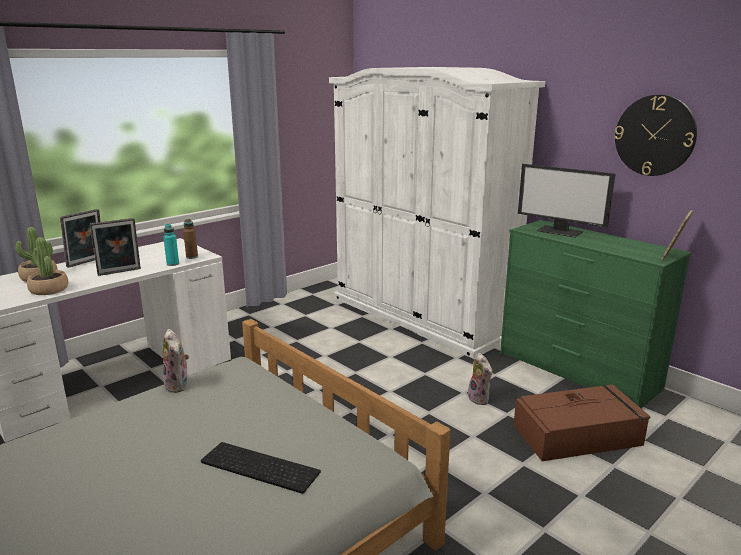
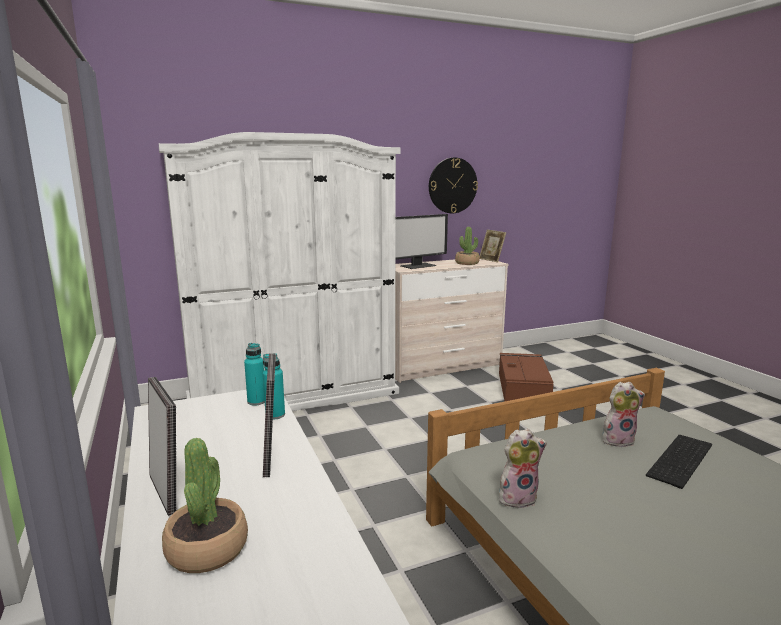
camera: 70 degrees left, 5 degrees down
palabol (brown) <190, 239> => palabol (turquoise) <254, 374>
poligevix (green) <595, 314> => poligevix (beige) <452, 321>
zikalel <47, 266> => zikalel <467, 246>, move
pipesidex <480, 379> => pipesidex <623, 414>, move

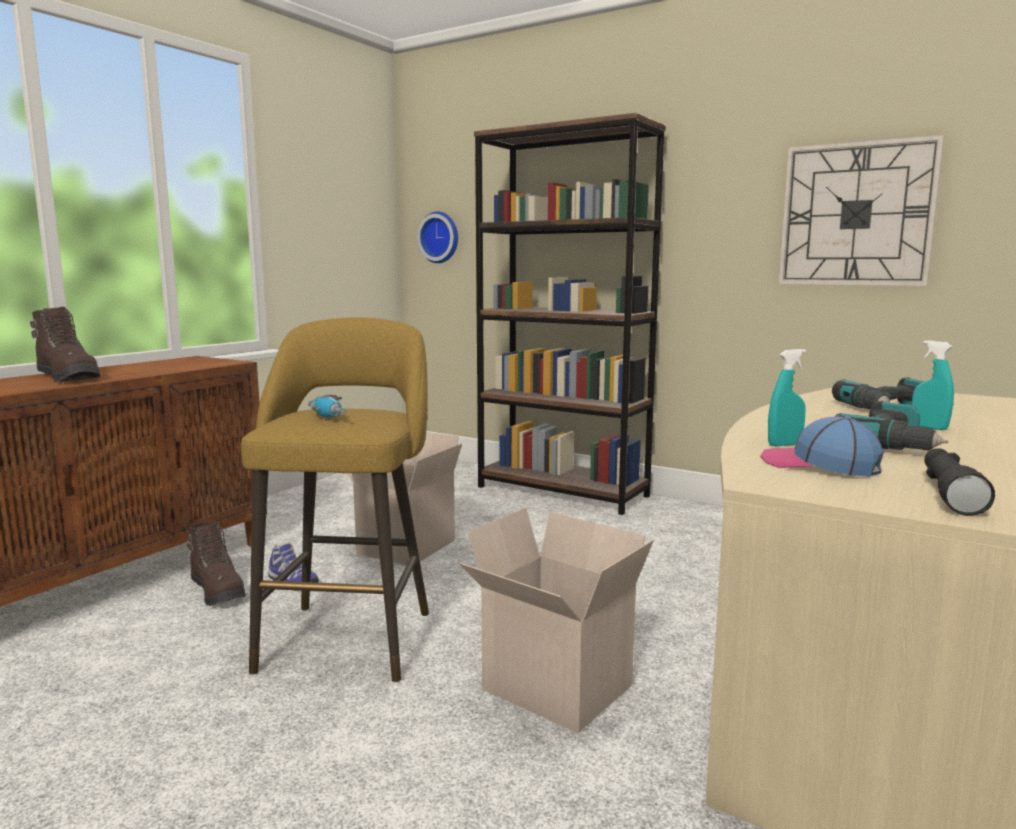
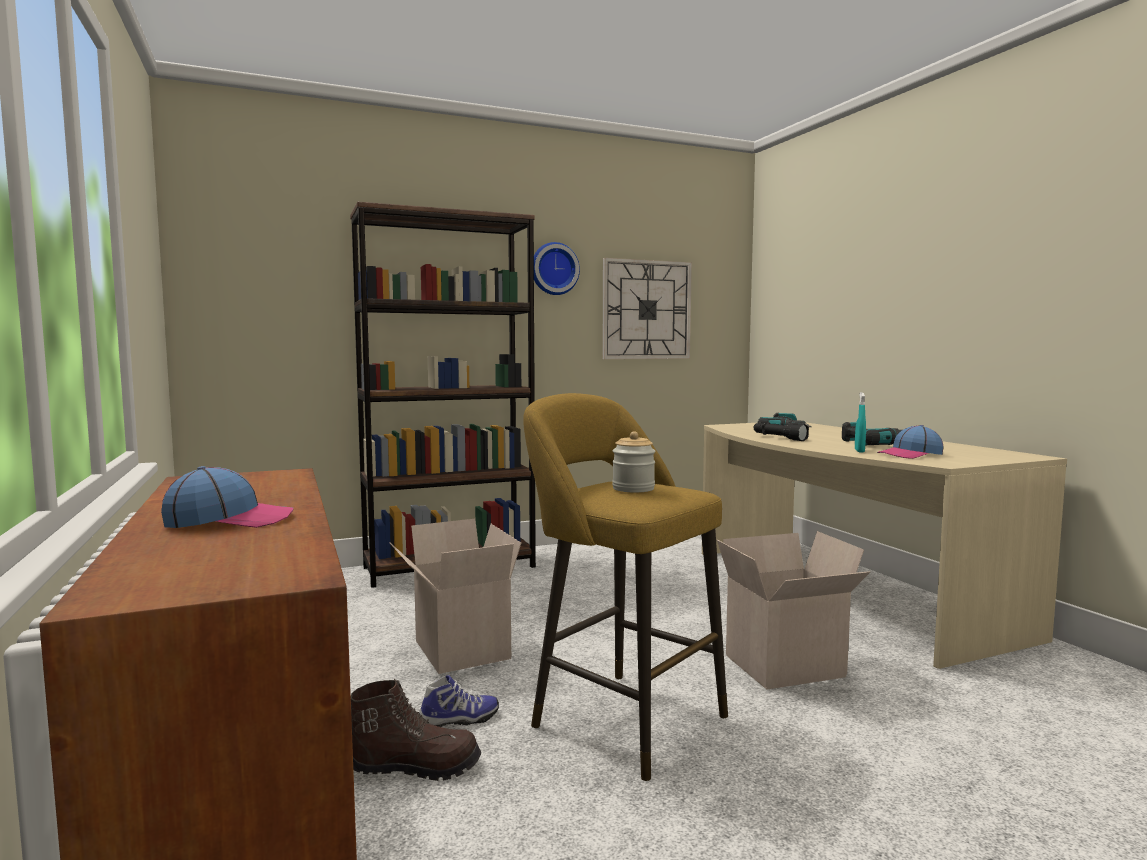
camera: 55 degrees left, 5 degrees down
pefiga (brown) <65, 344> => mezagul <227, 497>
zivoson <437, 237> => zivoson <557, 268>, move
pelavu <327, 406> => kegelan <633, 461>
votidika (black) <959, 482> => votidika (black) <781, 431>, move
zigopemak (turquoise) <933, 385> => nothing

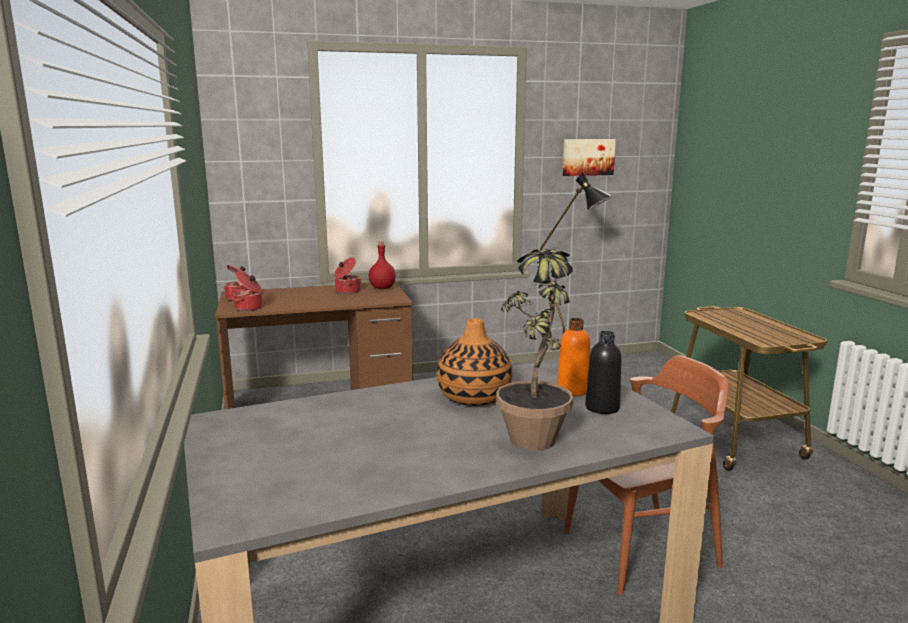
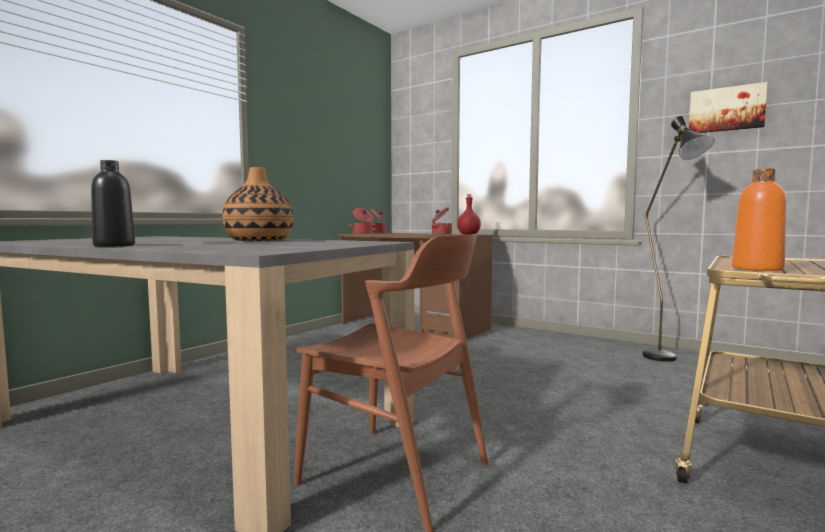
camera: 50 degrees right, 10 degrees down
palabol (black) <603, 372> => palabol (black) <113, 203>, move
palabol (orange) <573, 357> => palabol (orange) <759, 219>, move
zikalel <534, 348> => nothing

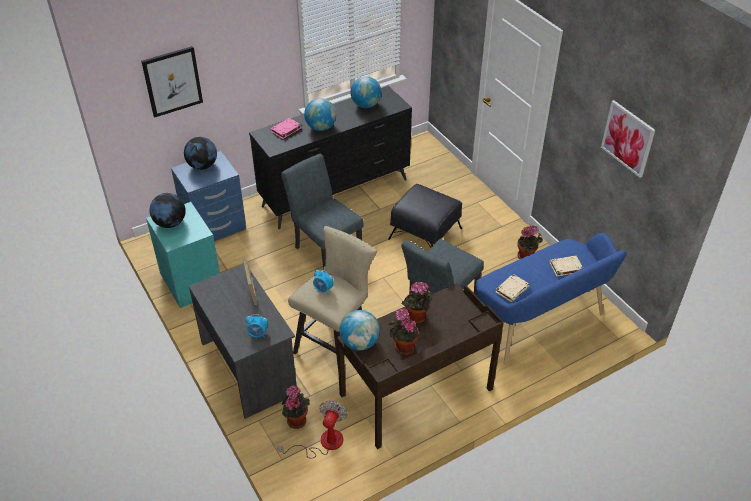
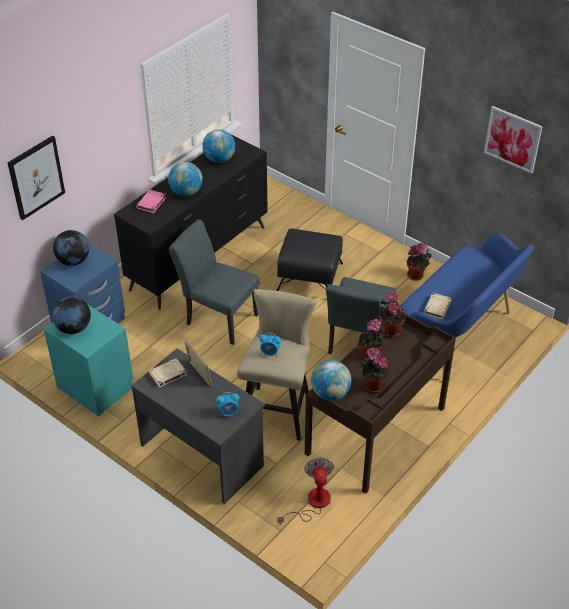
camera: 20 degrees left, 0 degrees up
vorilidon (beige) <566, 266> => vorilidon (beige) <168, 373>, move
zikalel <296, 407> => zikalel <392, 314>, move

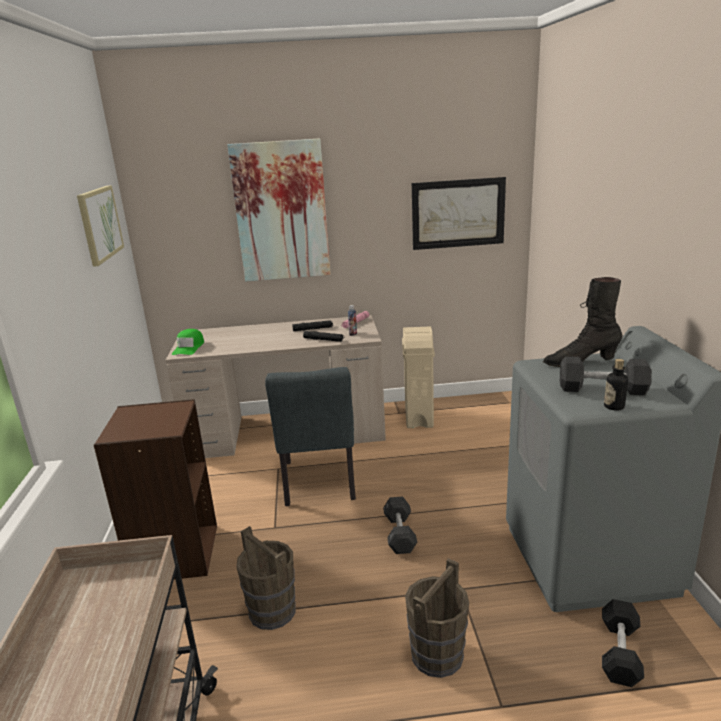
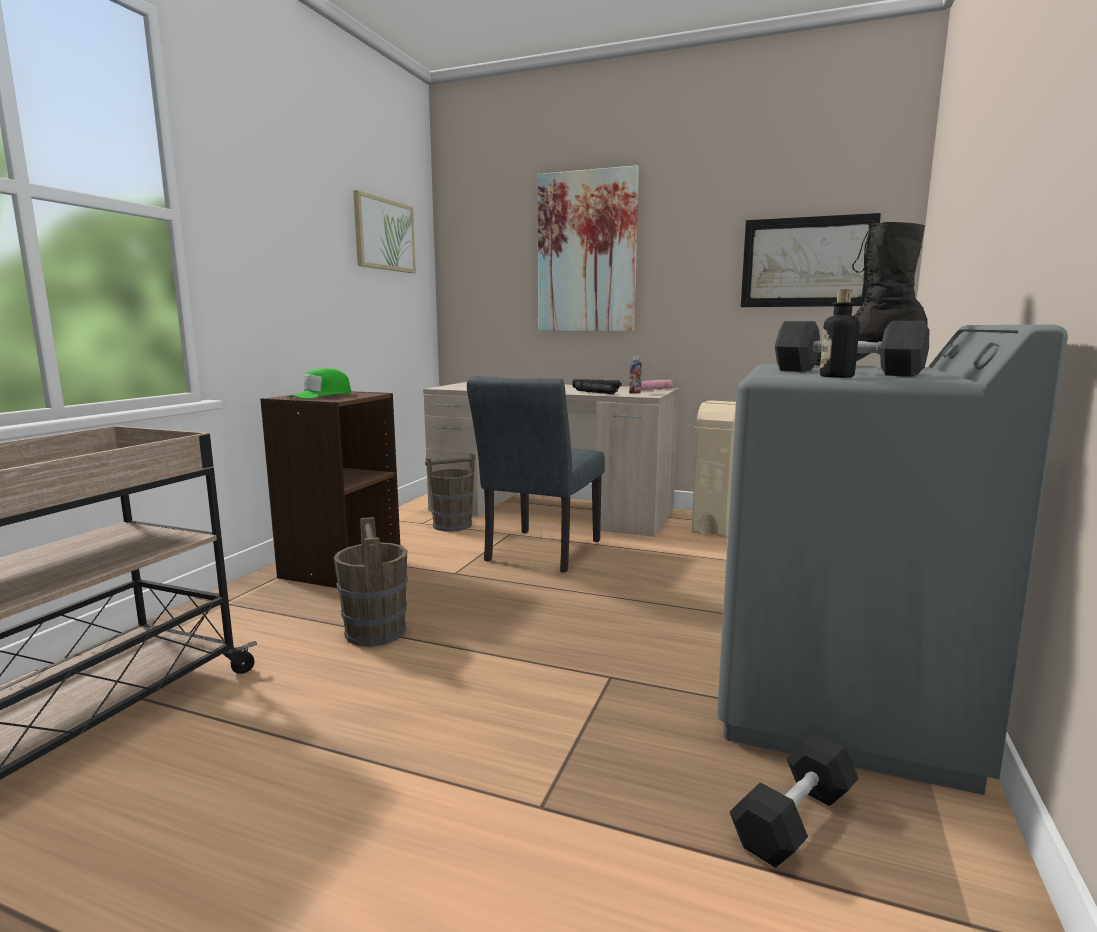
camera: 25 degrees right, 10 degrees down
mezagul (green) <188, 342> => mezagul (green) <319, 383>, move
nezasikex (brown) <437, 618> => nezasikex (brown) <450, 492>, move
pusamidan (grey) <400, 525> => nothing

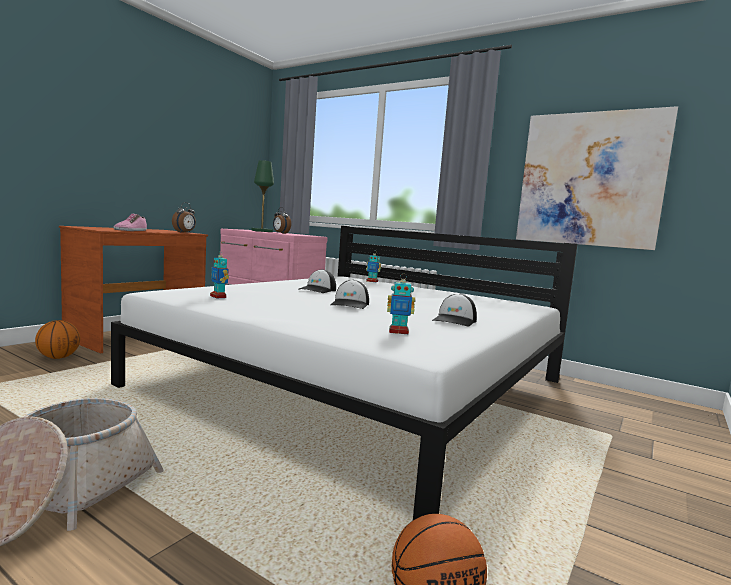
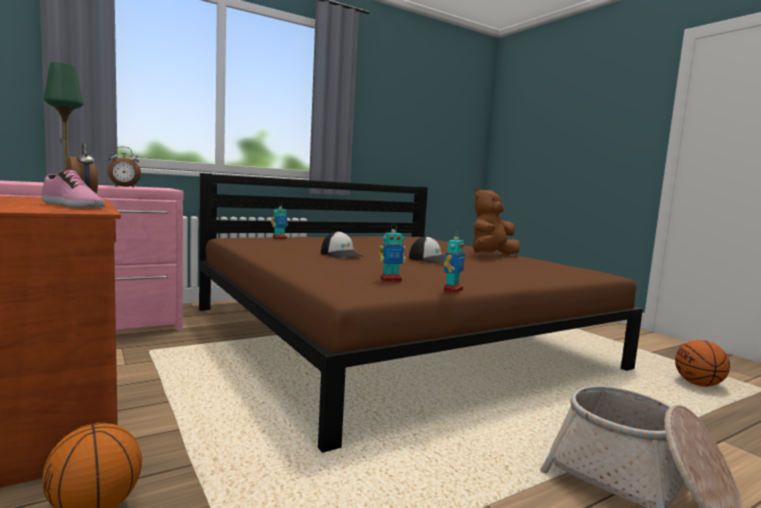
camera: 65 degrees left, 0 degrees up
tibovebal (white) <344, 373> => tibovebal (brown) <421, 313>
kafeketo <401, 304> => kafeketo <454, 262>, move
mezagul <454, 310> => pipesidex (brown) <496, 221>
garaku <597, 178> => nothing

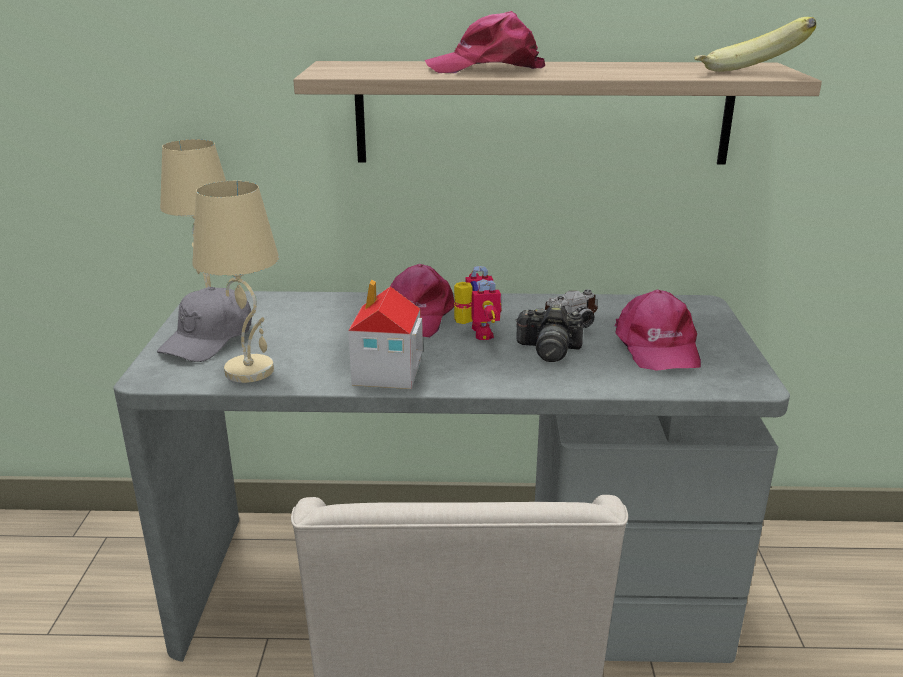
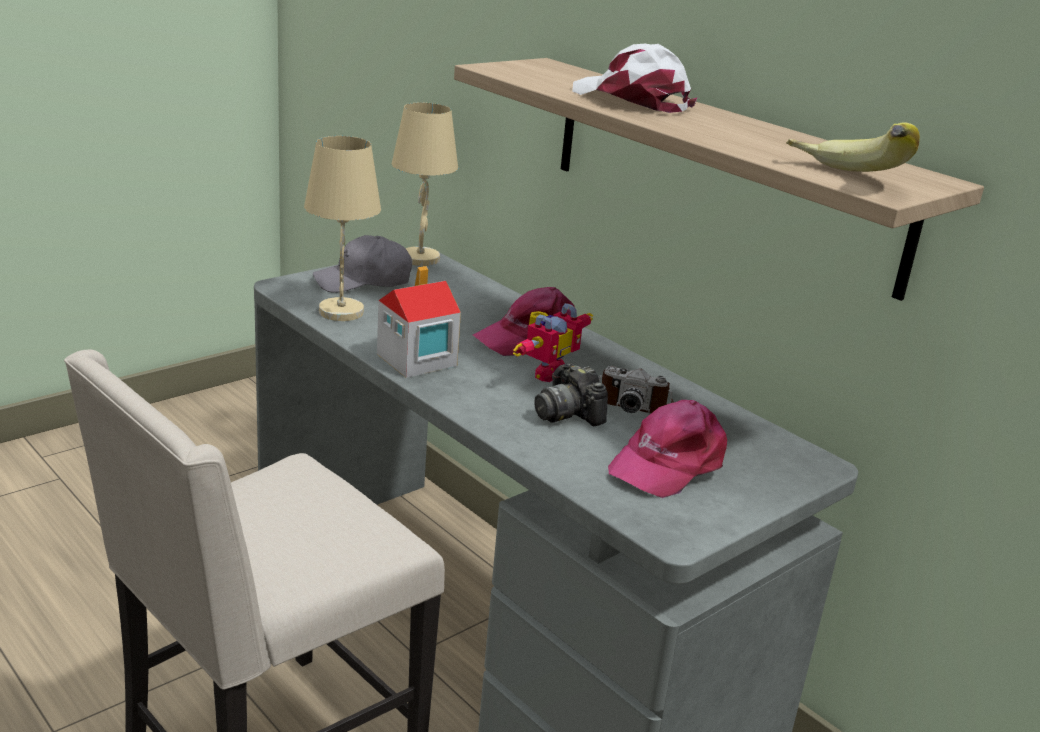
camera: 45 degrees right, 0 degrees up
mezagul (pink) <485, 42> => mezagul (white) <634, 78>

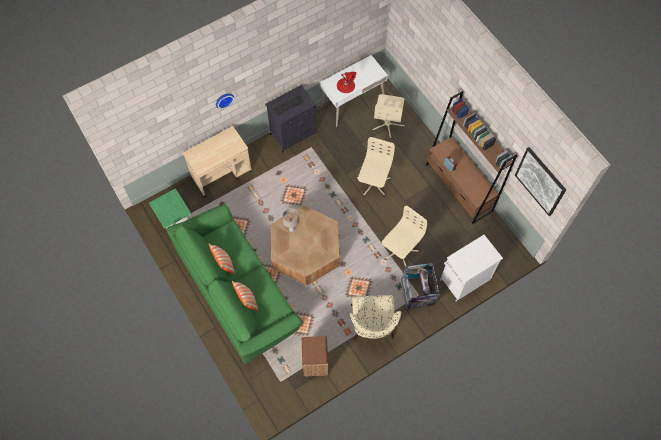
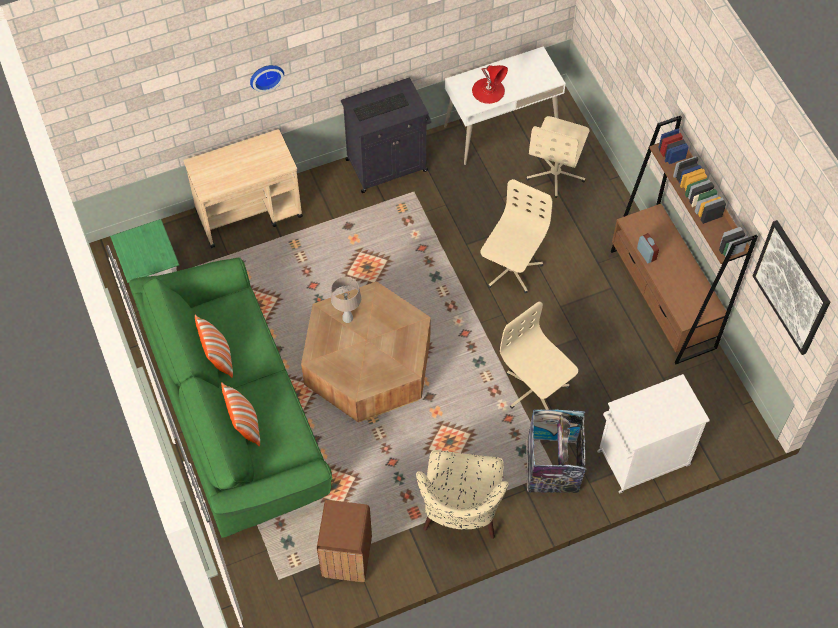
camera: 10 degrees right, 5 degrees down
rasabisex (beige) <405, 236> => rasabisex (beige) <539, 356>, 90 degrees counterclockwise

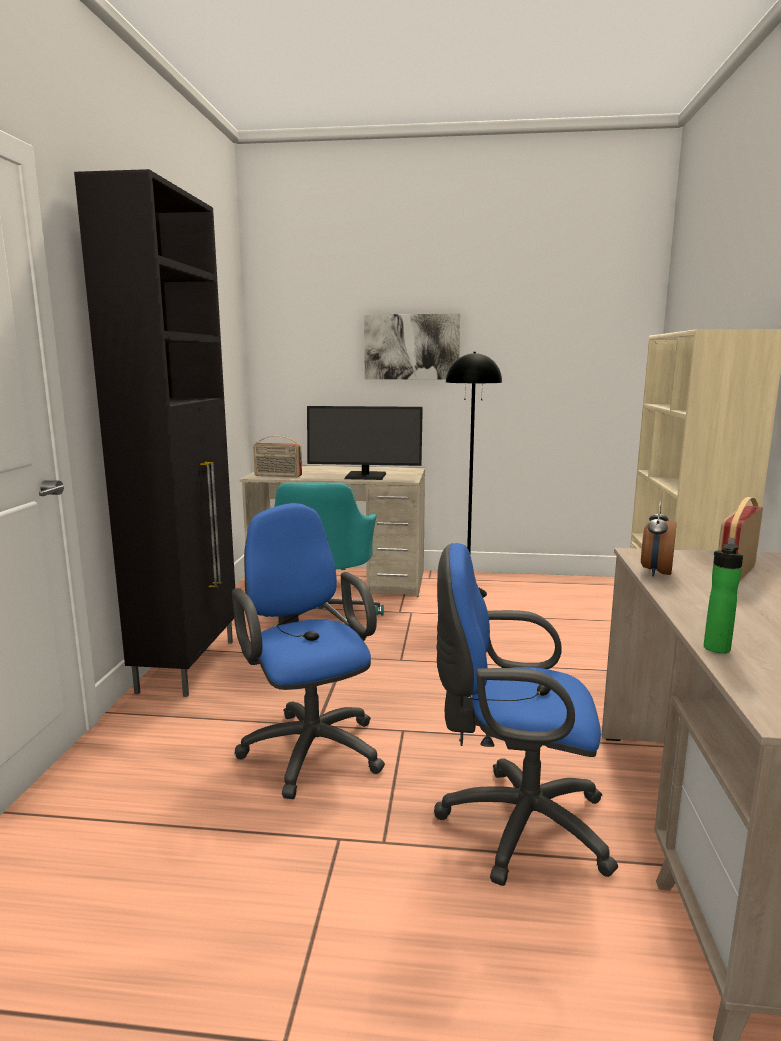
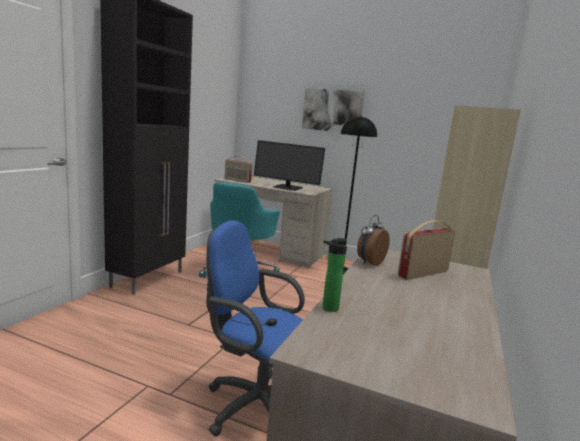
camera: 15 degrees right, 0 degrees up
rasabisex (blue) <308, 651> => nothing

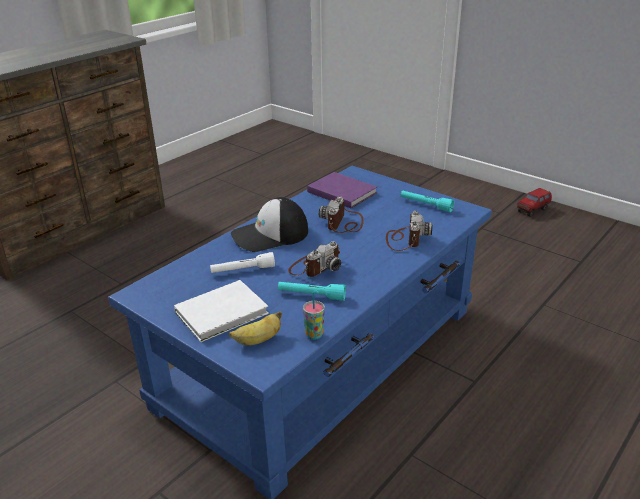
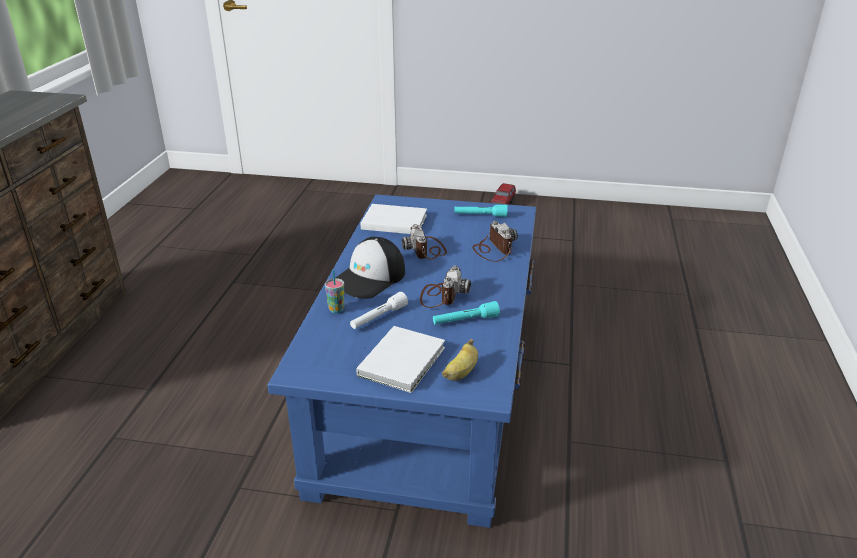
camera: 30 degrees left, 0 degrees up
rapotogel <314, 316> => rapotogel <334, 291>, move
vorilidon (purple) <342, 190> => vorilidon (white) <394, 219>

